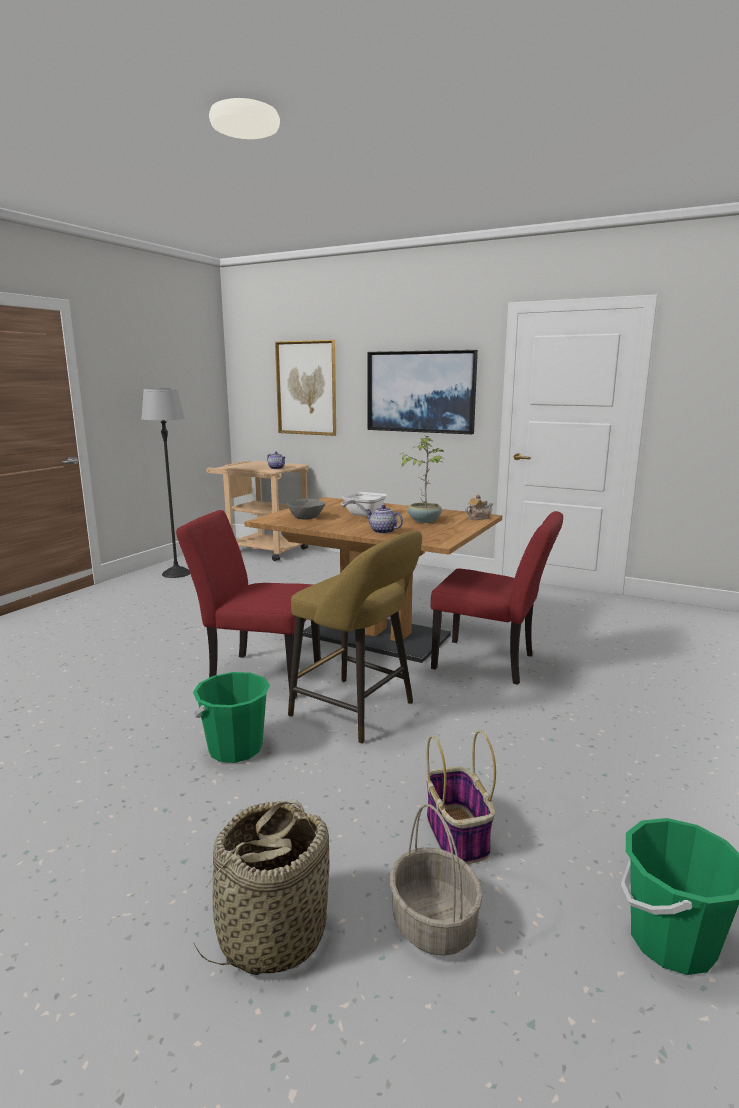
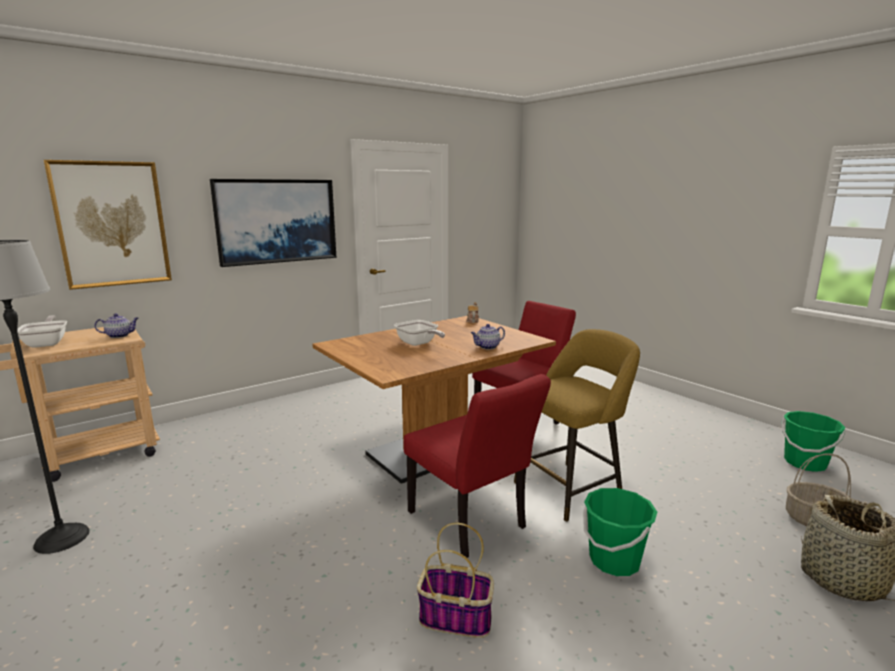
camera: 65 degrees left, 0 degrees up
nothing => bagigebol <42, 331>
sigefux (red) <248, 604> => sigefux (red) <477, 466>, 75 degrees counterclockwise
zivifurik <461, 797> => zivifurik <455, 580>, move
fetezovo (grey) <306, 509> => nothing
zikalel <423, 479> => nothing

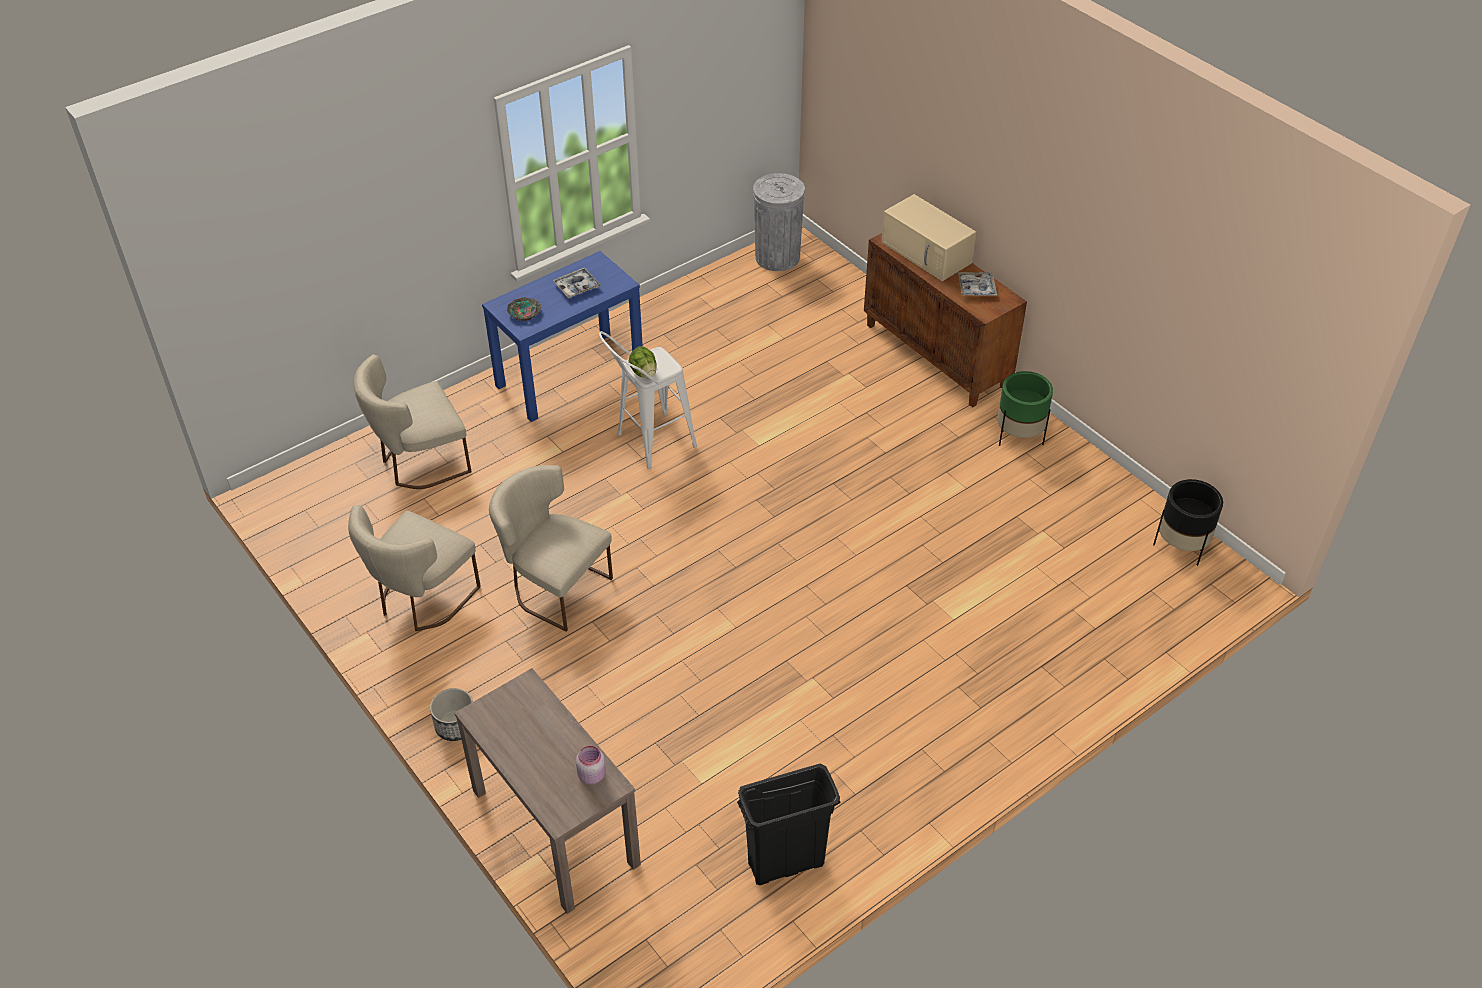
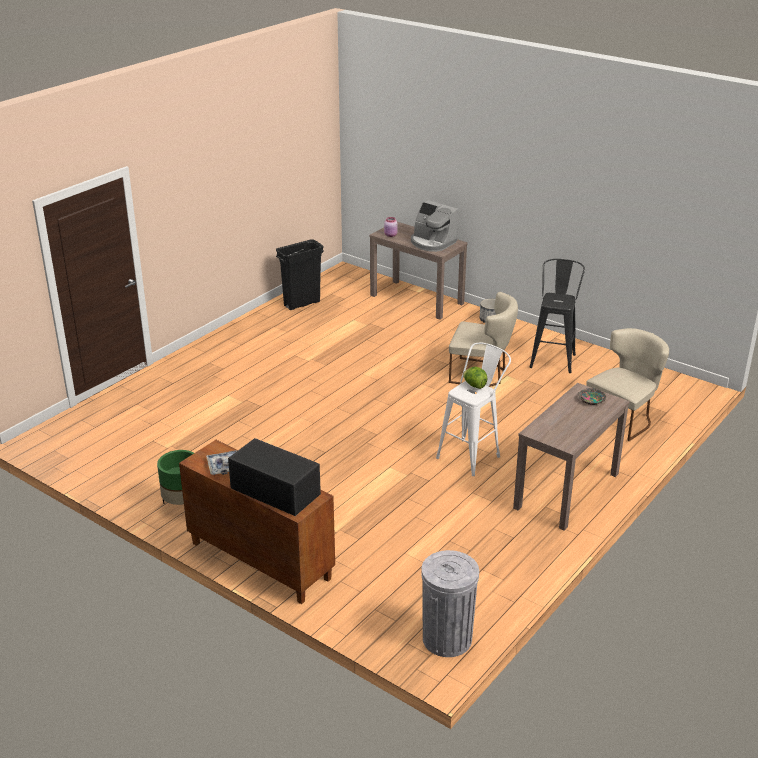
camera: 165 degrees right, 15 degrees down
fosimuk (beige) <928, 237> => fosimuk (black) <274, 477>
nothing => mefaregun <434, 226>
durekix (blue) <562, 336> => durekix (brown) <571, 456>
sigefux (beige) <414, 568> => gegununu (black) <557, 316>
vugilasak <577, 283> => nothing
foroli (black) <1188, 522> => nothing

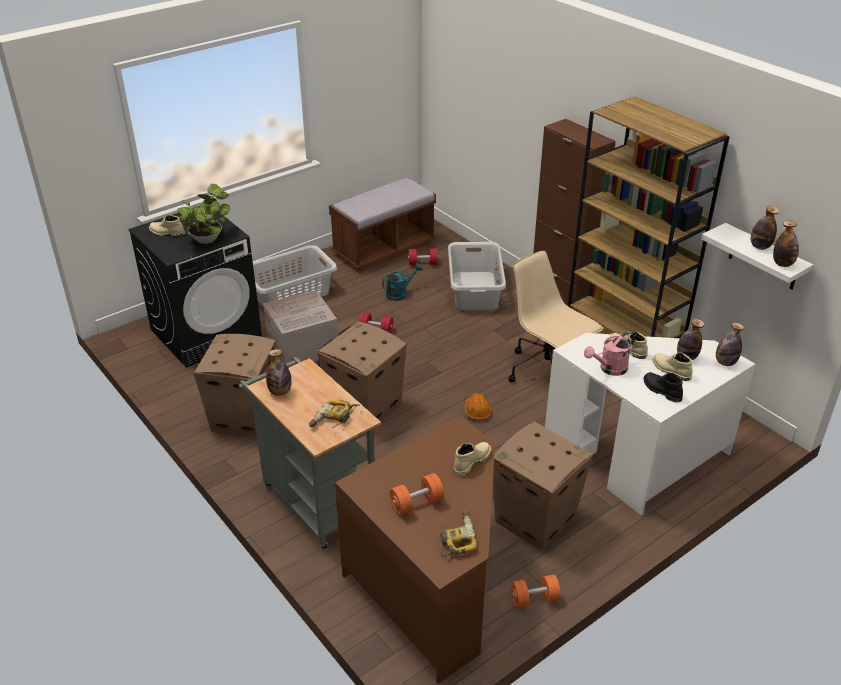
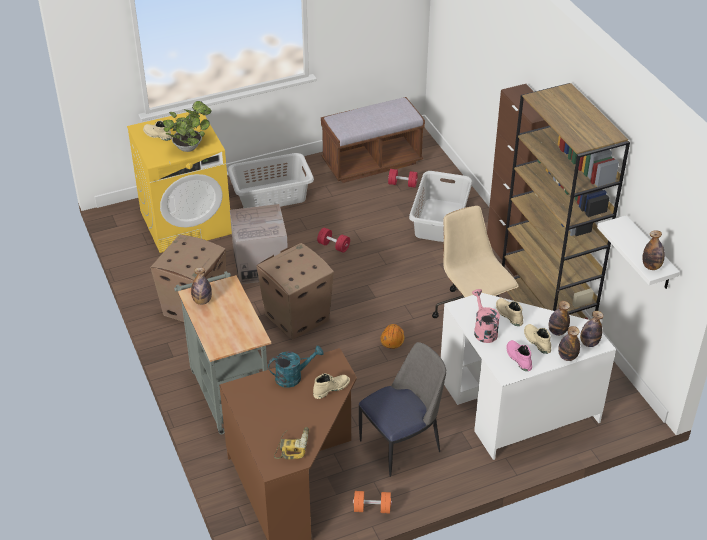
camera: 15 degrees right, 5 degrees up
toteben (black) <195, 286> => toteben (yellow) <179, 182>
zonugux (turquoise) <402, 282> => zonugux (turquoise) <295, 367>, move
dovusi <543, 486> => sigefux <403, 409>
zonugux (pink) <609, 353> => zonugux (pink) <486, 316>, 90 degrees clockwise
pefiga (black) <663, 387> => pefiga (pink) <519, 355>
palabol <765, 228> => palabol <569, 343>, move
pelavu <334, 413> => nothing
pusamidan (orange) <417, 494> => nothing

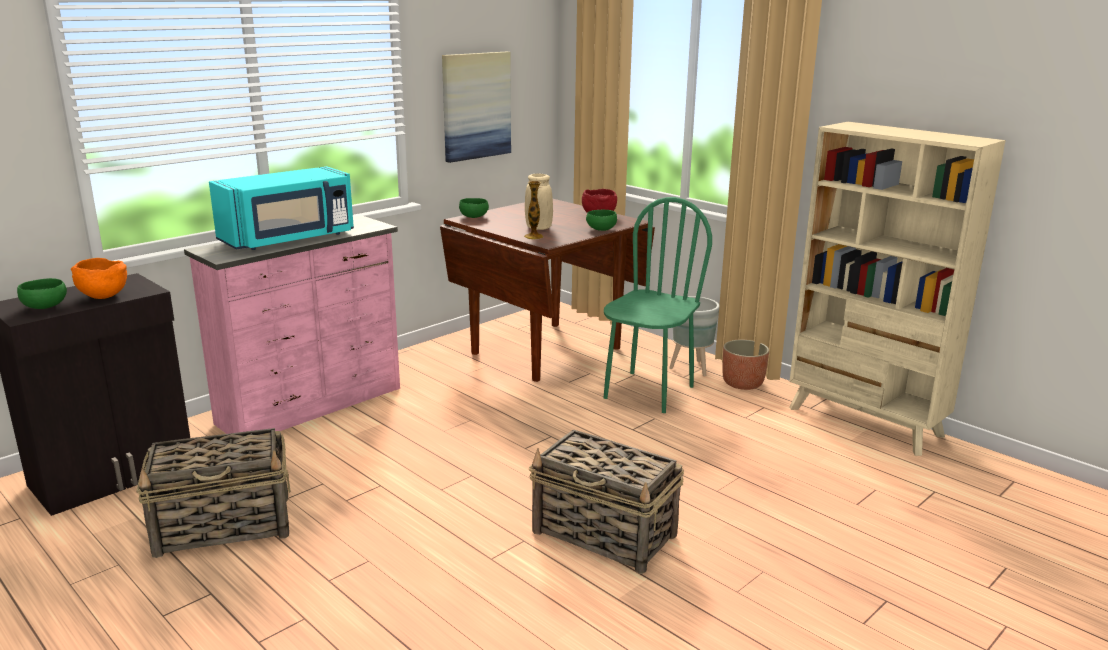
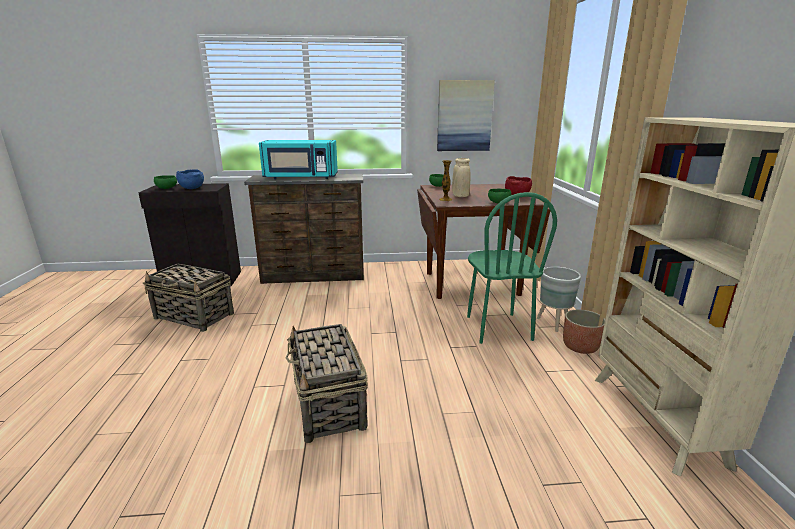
camera: 40 degrees right, 0 degrees up
fetezovo (orange) <99, 278> => fetezovo (blue) <190, 179>
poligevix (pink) <292, 324> => poligevix (brown) <304, 229>
sigefux (green) <658, 305> => sigefux (green) <512, 268>, 105 degrees clockwise

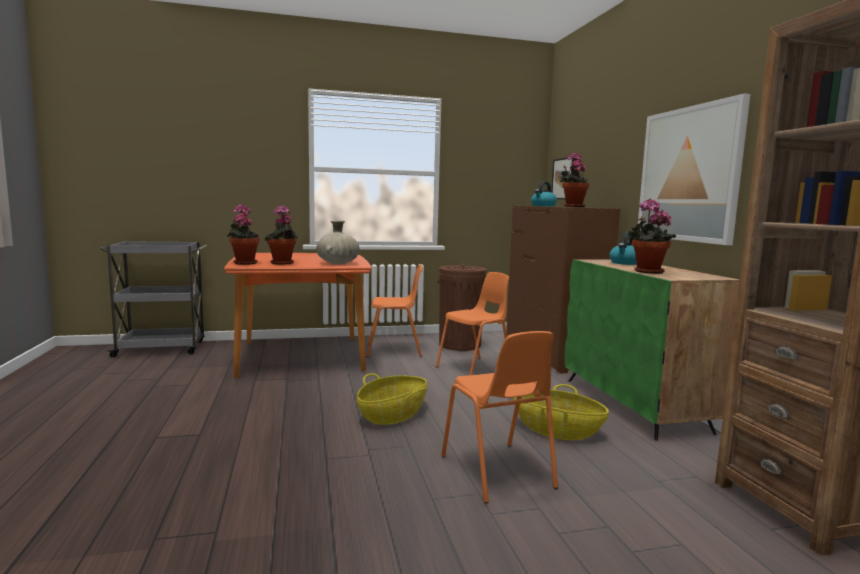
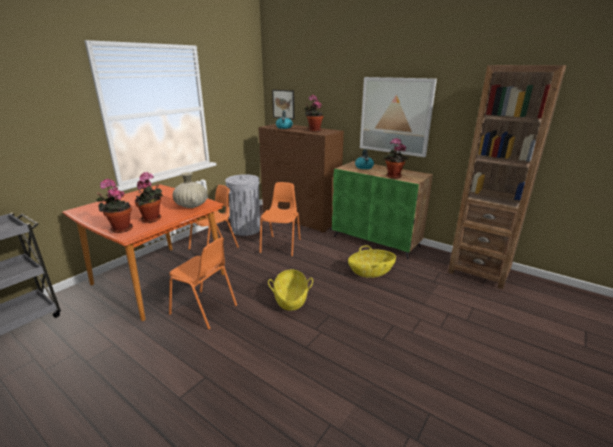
camera: 40 degrees left, 15 degrees up
sigefux (orange) <499, 417> => sigefux (orange) <203, 283>, move
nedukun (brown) <462, 307> => nedukun (grey) <242, 205>

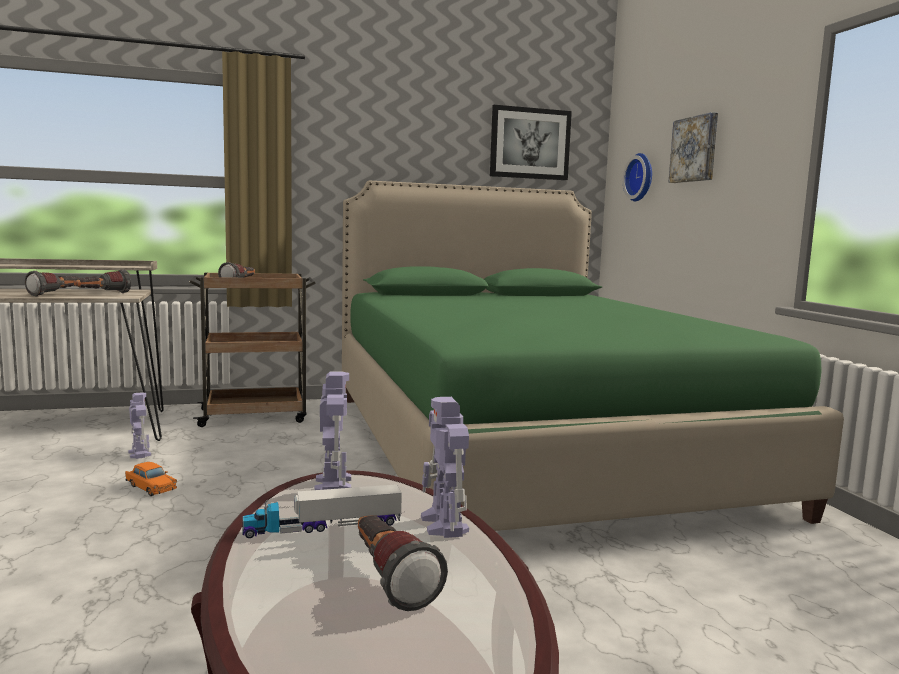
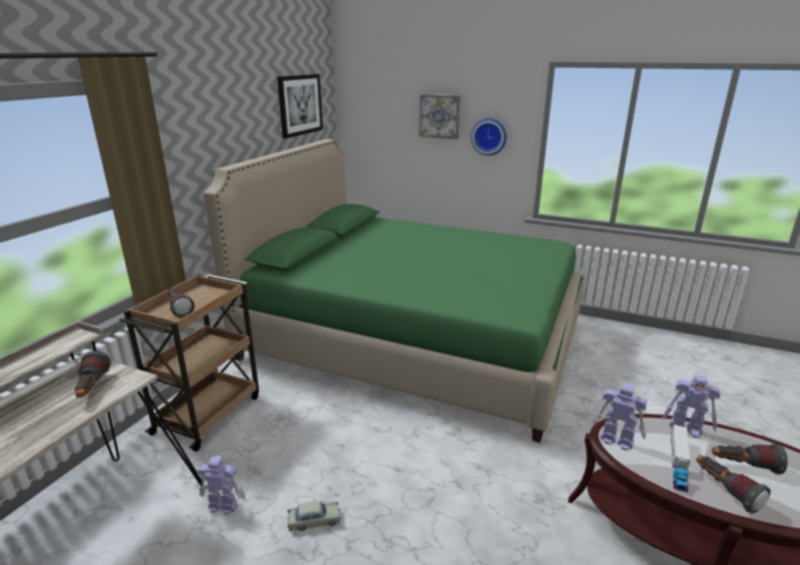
camera: 50 degrees left, 15 degrees up
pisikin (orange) <151, 479> => pisikin (beige) <314, 516>
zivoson <637, 177> => zivoson <489, 137>, move
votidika <52, 284> => votidika <733, 484>, move

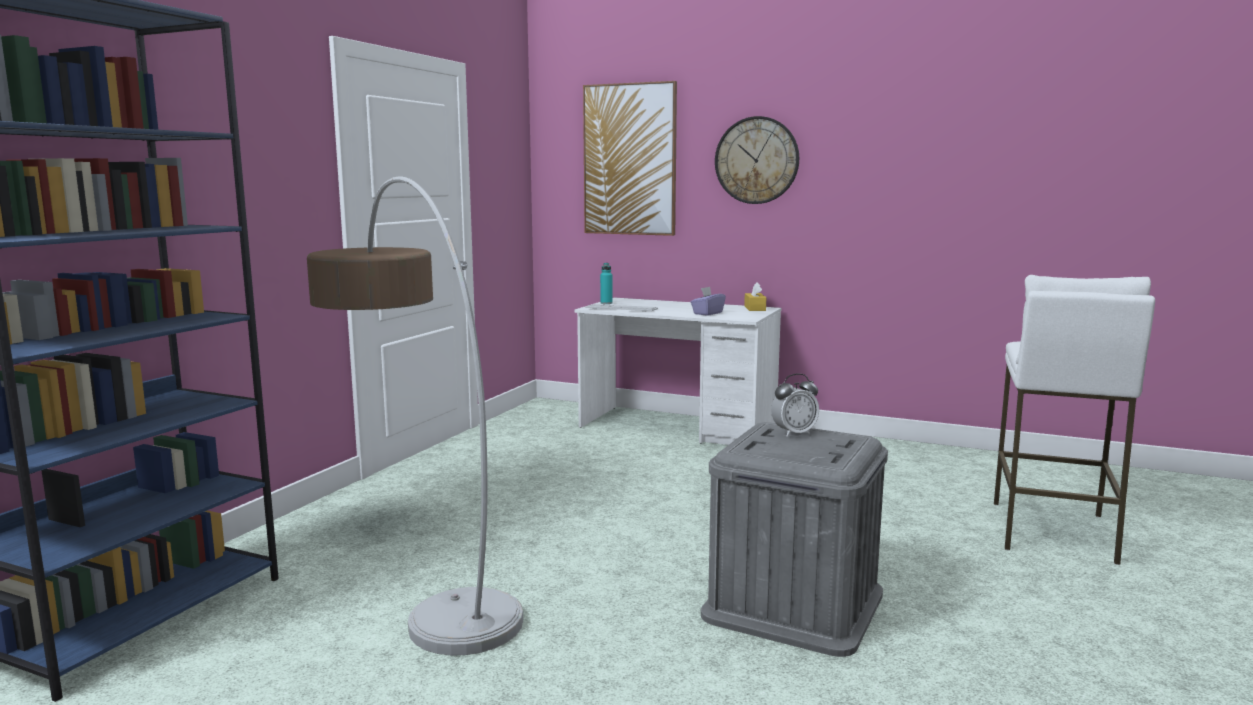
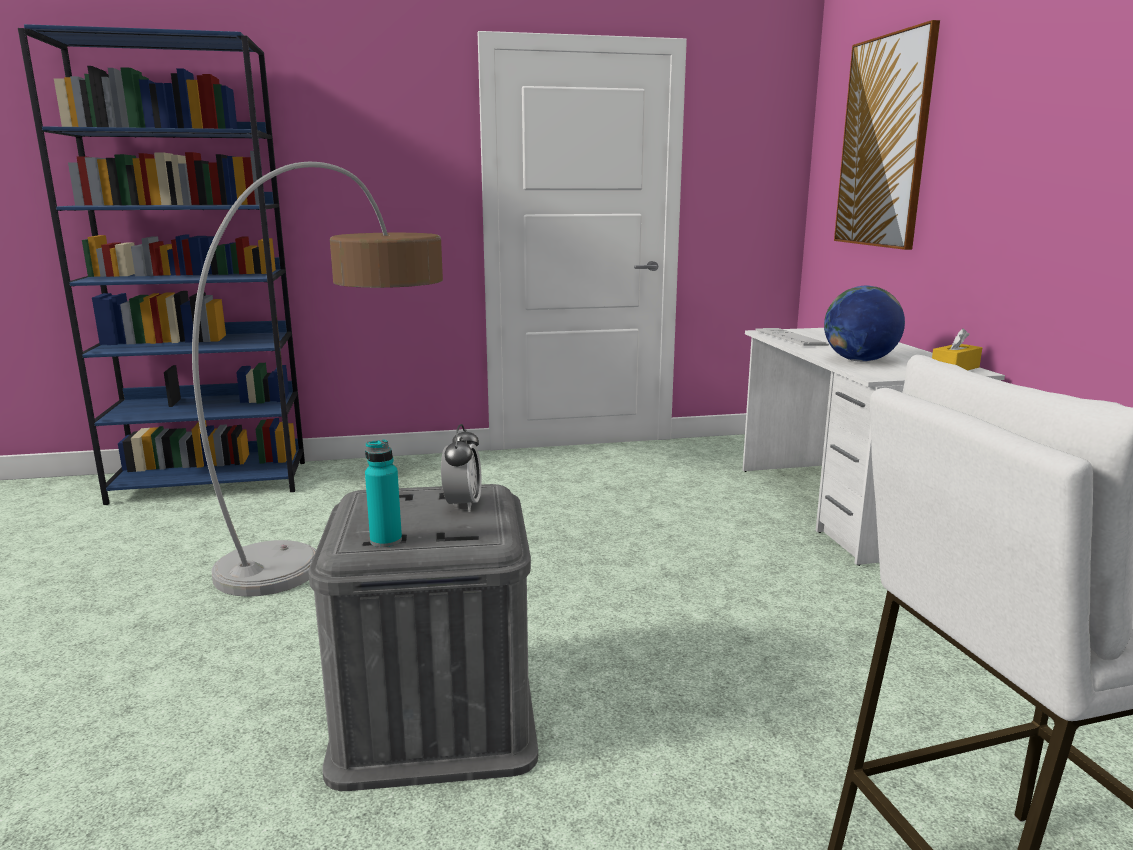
camera: 55 degrees right, 5 degrees up
palabol (turquoise) <606, 283> => palabol (turquoise) <383, 493>, move
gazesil <795, 405> => gazesil <461, 468>, 120 degrees counterclockwise
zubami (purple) <708, 301> => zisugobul <864, 324>
zivoson <757, 160> => nothing

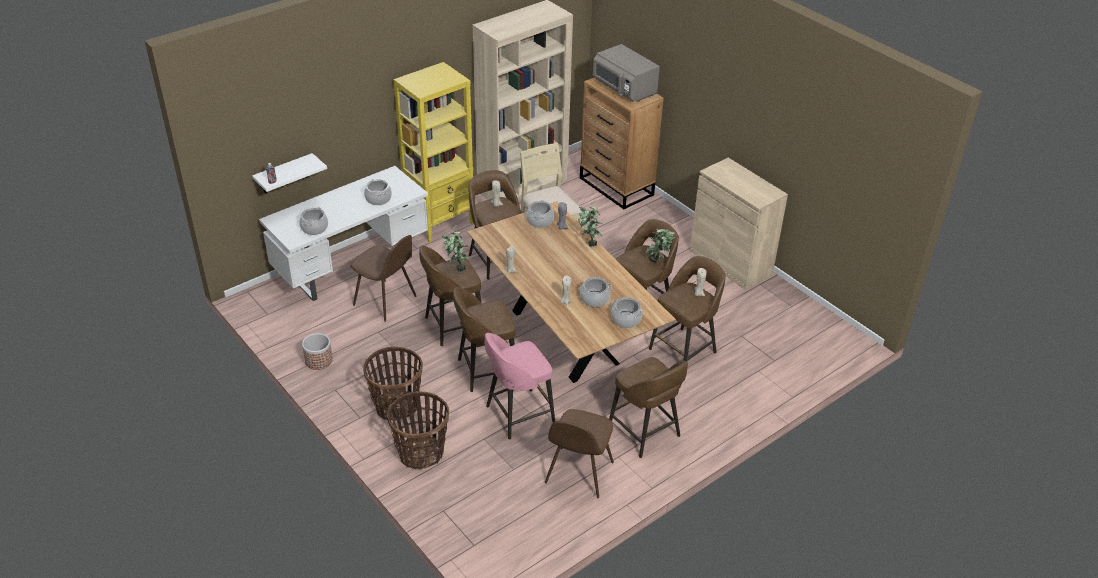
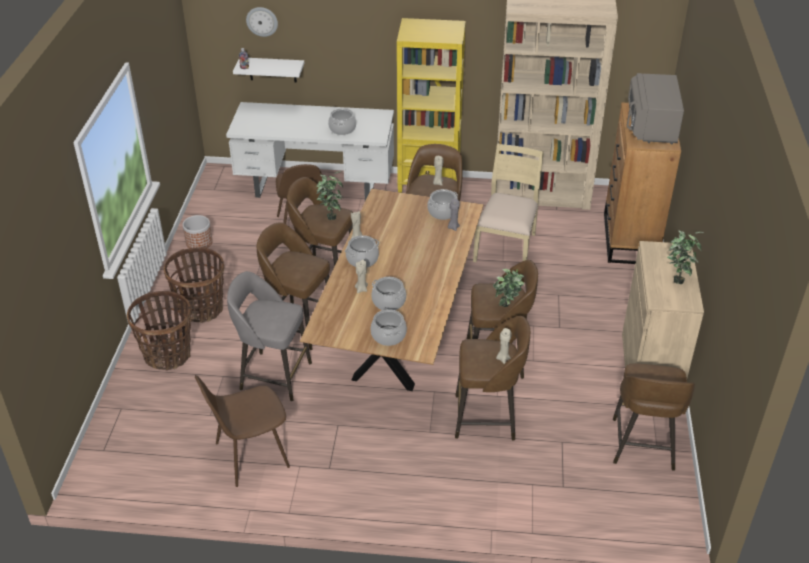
camera: 45 degrees right, 0 degrees up
gegununu (pink) <520, 386> => gegununu (grey) <269, 336>
nothing => zivoson <262, 22>
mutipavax <314, 221> => mutipavax <362, 251>, move
gegununu (brown) <648, 407> => gegununu (brown) <654, 417>, move
zikalel <590, 224> => zikalel <685, 257>, move

